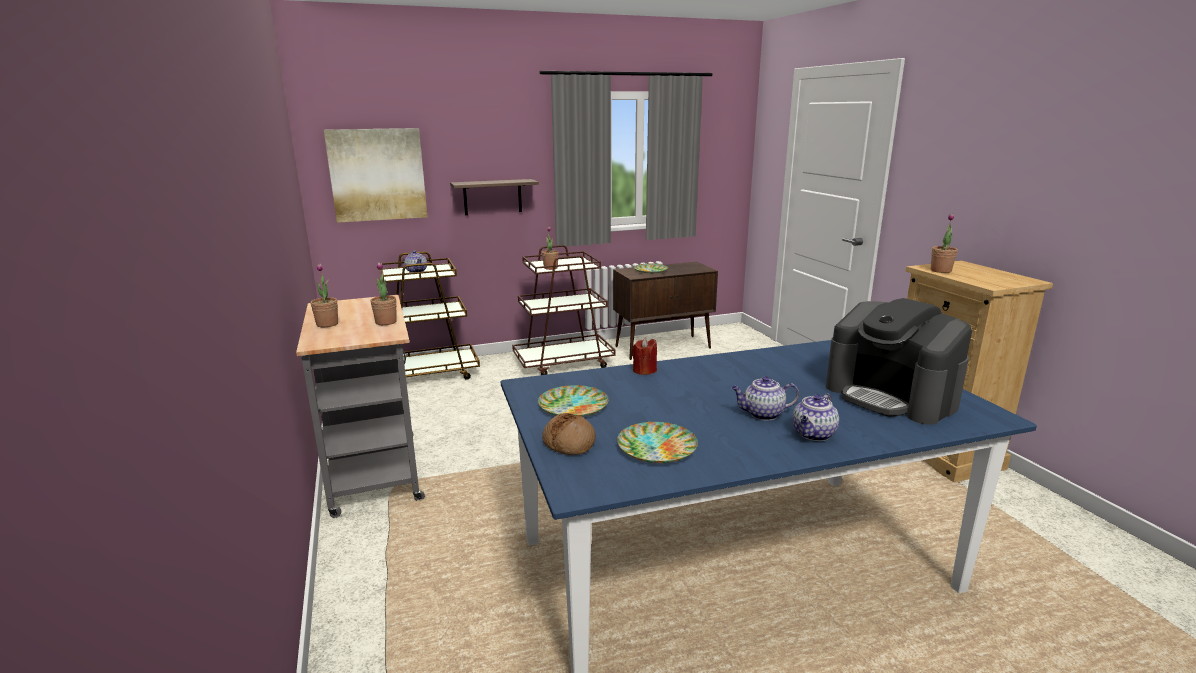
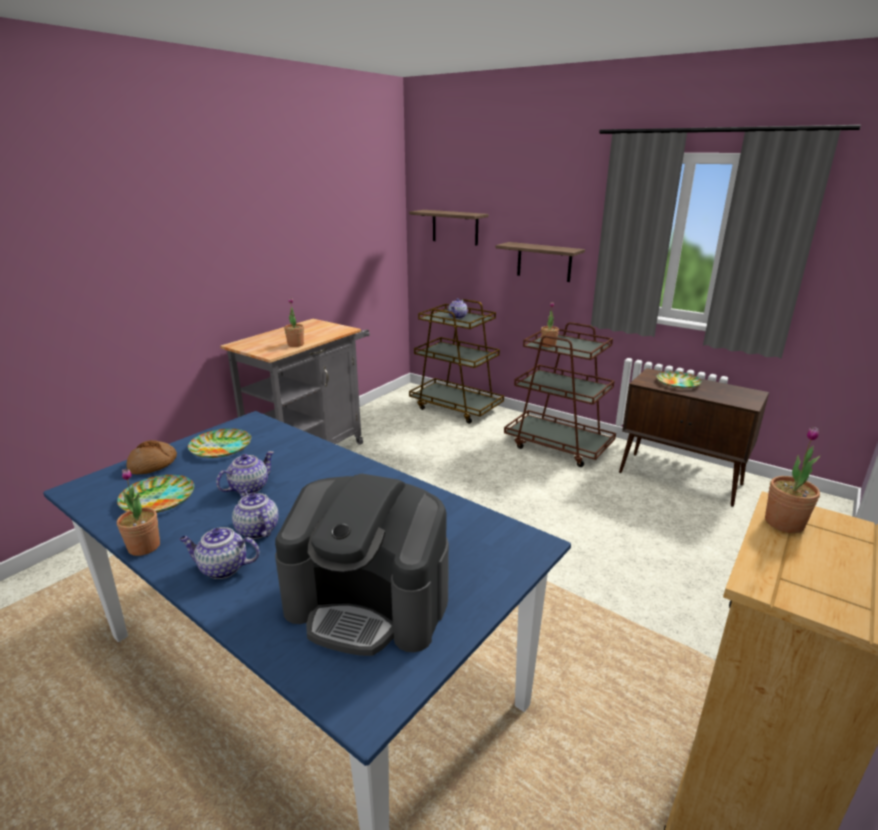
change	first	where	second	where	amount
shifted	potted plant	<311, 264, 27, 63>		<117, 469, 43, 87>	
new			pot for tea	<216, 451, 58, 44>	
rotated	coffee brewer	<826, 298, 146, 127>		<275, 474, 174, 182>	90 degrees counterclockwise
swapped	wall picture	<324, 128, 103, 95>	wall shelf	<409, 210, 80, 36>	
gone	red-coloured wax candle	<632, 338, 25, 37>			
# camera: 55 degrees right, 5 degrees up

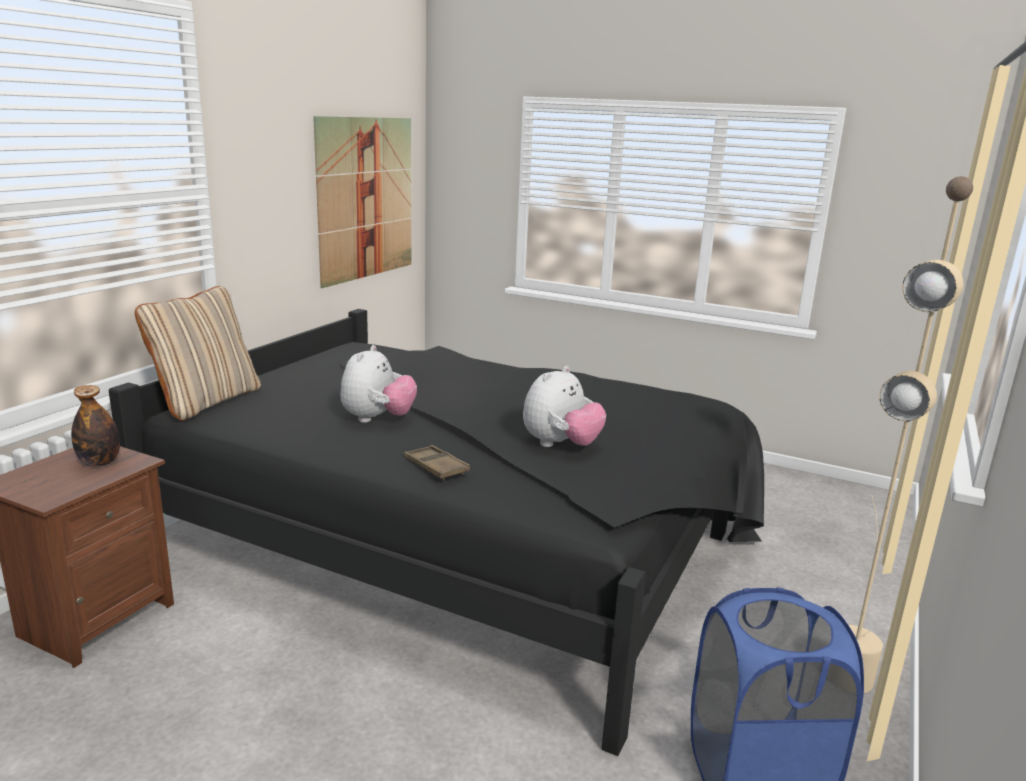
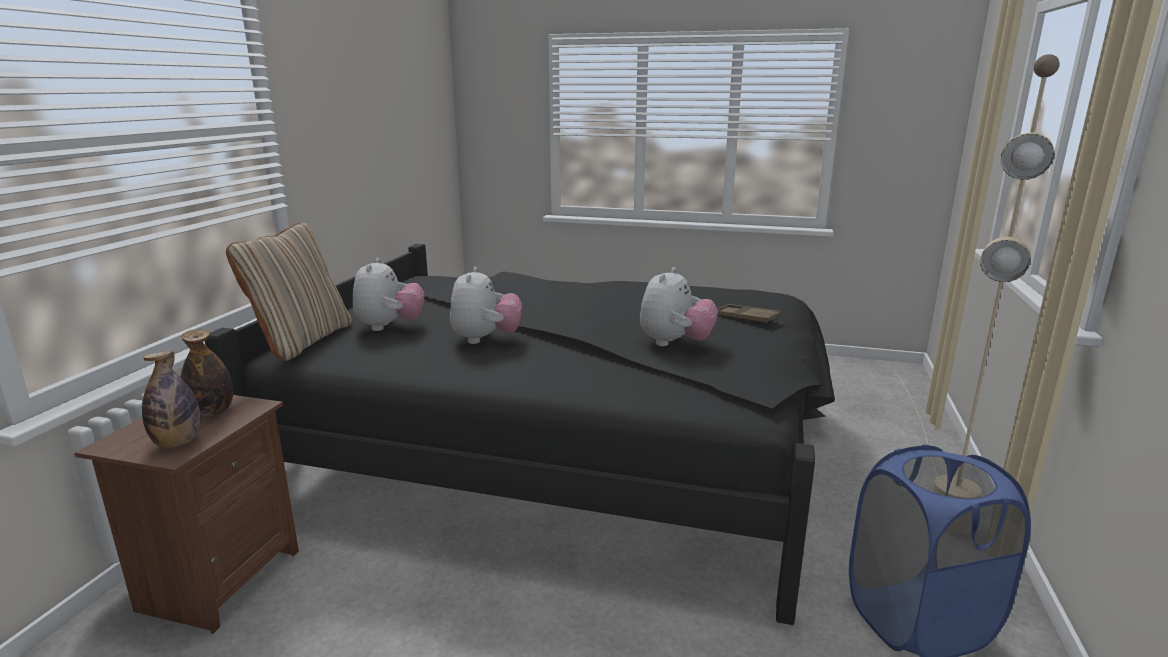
change	first	where	second	where	amount
new			beverage bottle	<142, 351, 58, 97>	
new			cuddly toy	<353, 258, 71, 73>	
shifted	brown-coloured tray	<404, 445, 66, 35>		<717, 304, 64, 20>	
gone	wall picture	<313, 116, 99, 172>			
# camera: 10 degrees left, 0 degrees up

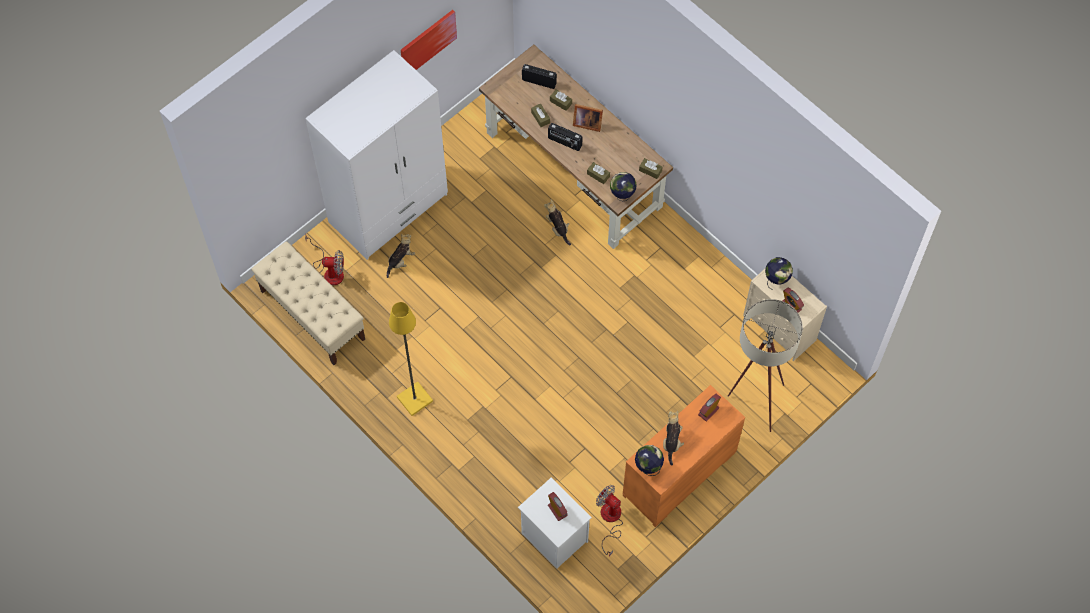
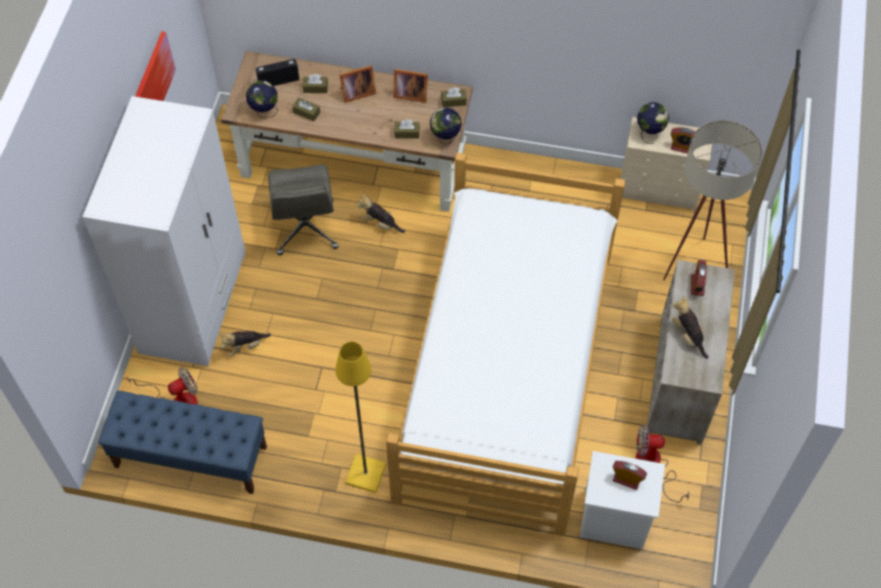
change	first	where	second	where	amount
repainted	beige-coloured long seat	<251, 241, 114, 124>	bluish long seat	<98, 391, 169, 103>	
rotated	cuddly toy	<387, 234, 28, 44>		<220, 330, 51, 27>	120 degrees counterclockwise
shifted	world globe	<635, 445, 29, 31>		<246, 81, 32, 37>	
new			gray computer chair	<268, 164, 71, 91>	
new			bedroom bed	<386, 153, 240, 383>	
new			picture frame	<393, 69, 35, 34>	
repainted	orange drawer chest	<623, 385, 122, 142>	beige-coloured drawer chest	<646, 260, 89, 185>	
gone	radio	<548, 123, 35, 28>			
# camera: 35 degrees left, 5 degrees down

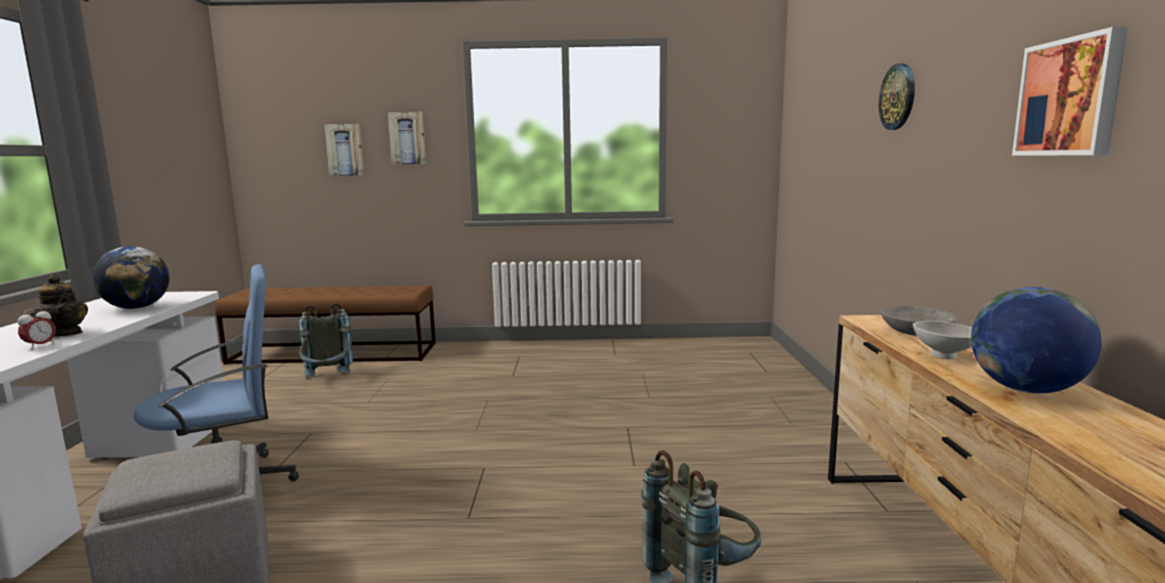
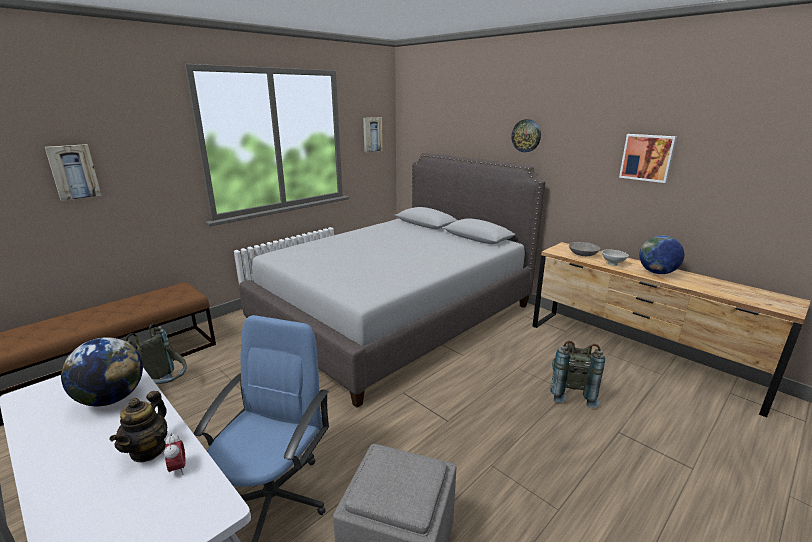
change	first	where	second	where	amount
rotated	pot for tea	<30, 275, 58, 62>		<110, 391, 57, 71>	105 degrees clockwise
new			gray bedroom bed	<239, 153, 307, 255>	
shifted	wall picture	<388, 112, 38, 52>		<363, 117, 20, 35>	
# camera: 45 degrees left, 10 degrees up

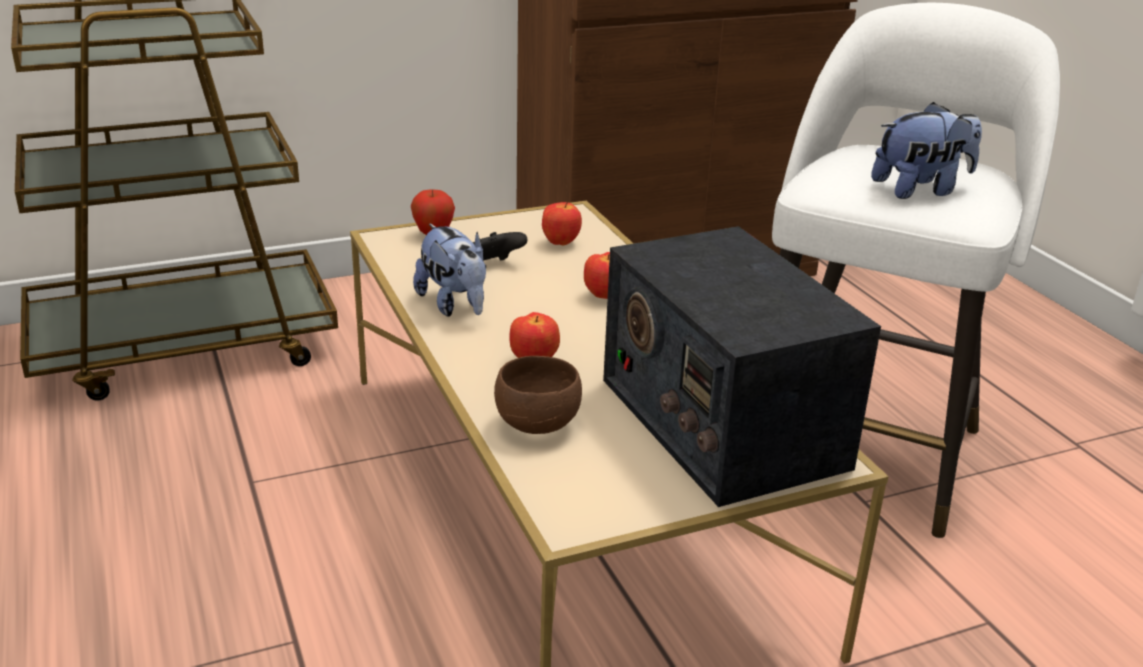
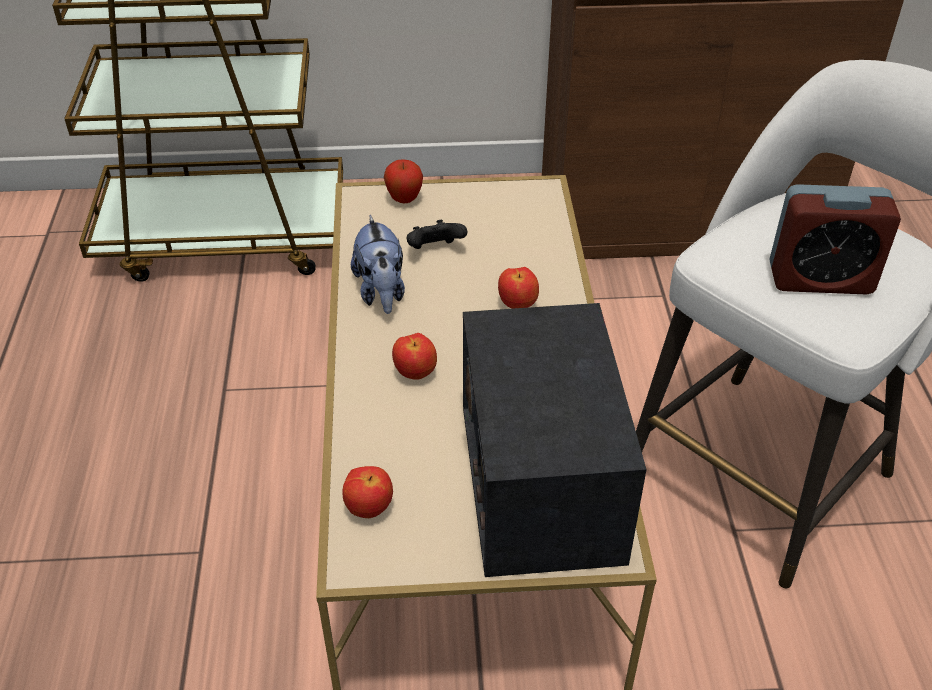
change	first	where	second	where	amount
shifted	apple fruit	<542, 202, 40, 43>		<342, 466, 51, 52>	
swapped	cuddly toy	<871, 102, 111, 97>	alarm clock	<769, 184, 132, 111>	
gone	brown-coloured bowl	<494, 356, 88, 78>			
# camera: 20 degrees right, 15 degrees up

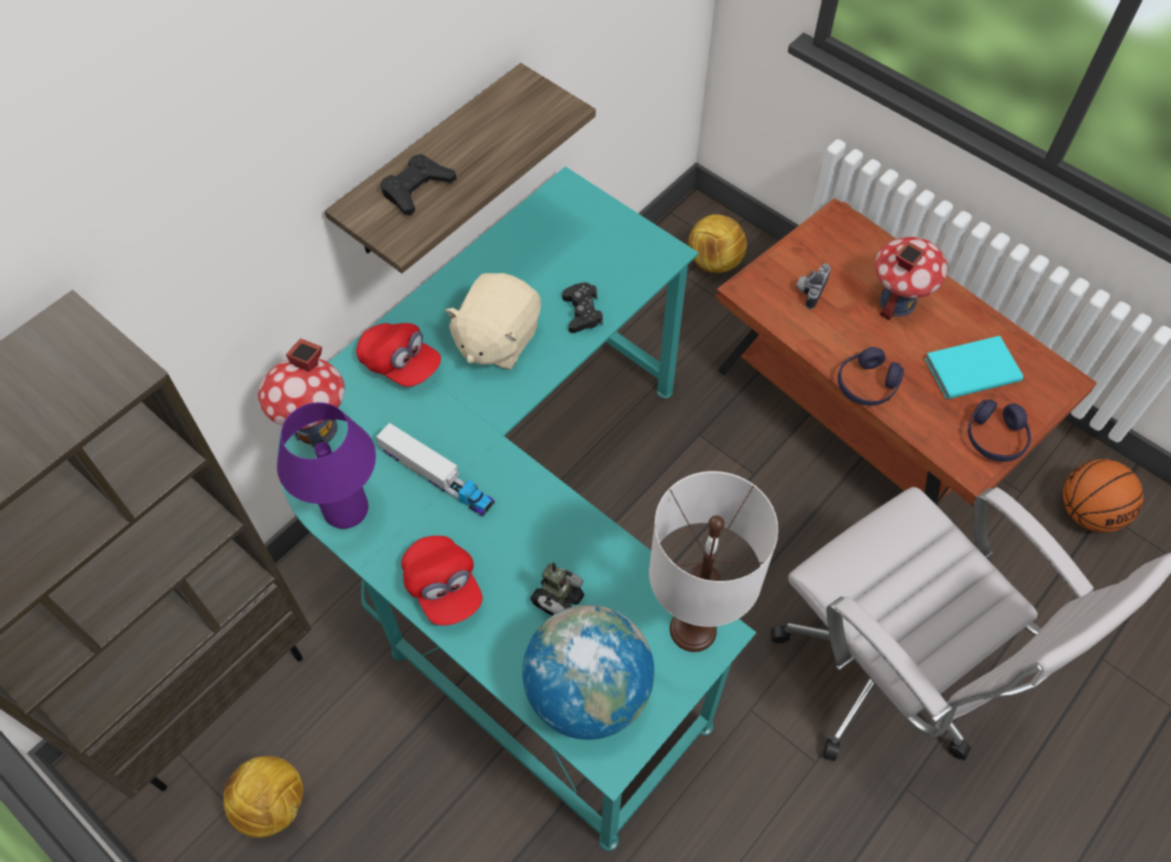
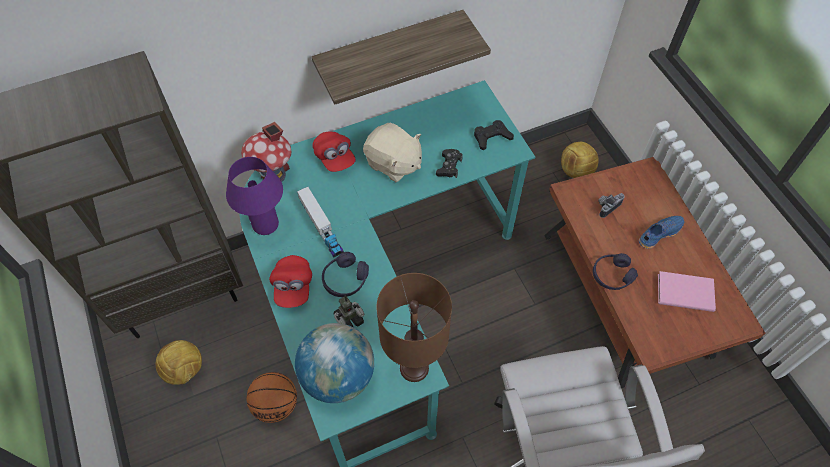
change	first	where	second	where	amount
shifted	ball for basketball	<1063, 459, 80, 73>		<246, 372, 51, 51>	
shifted	purple-coloured headset	<968, 399, 63, 63>		<322, 252, 47, 45>	
rotated	beige-coloured cuddly toy	<444, 273, 97, 96>		<363, 123, 59, 59>	105 degrees counterclockwise
repainted	white table lamp	<649, 471, 129, 181>	brown-coloured table lamp	<376, 273, 76, 109>	
shifted	blackish joypad	<380, 154, 77, 61>		<474, 120, 40, 30>	
swapped	toy house	<875, 237, 72, 83>	bluish low shoe	<639, 216, 45, 33>	
repainted	blue-green book	<925, 336, 98, 63>	pink book	<658, 271, 58, 41>	
# camera: 25 degrees right, 0 degrees up

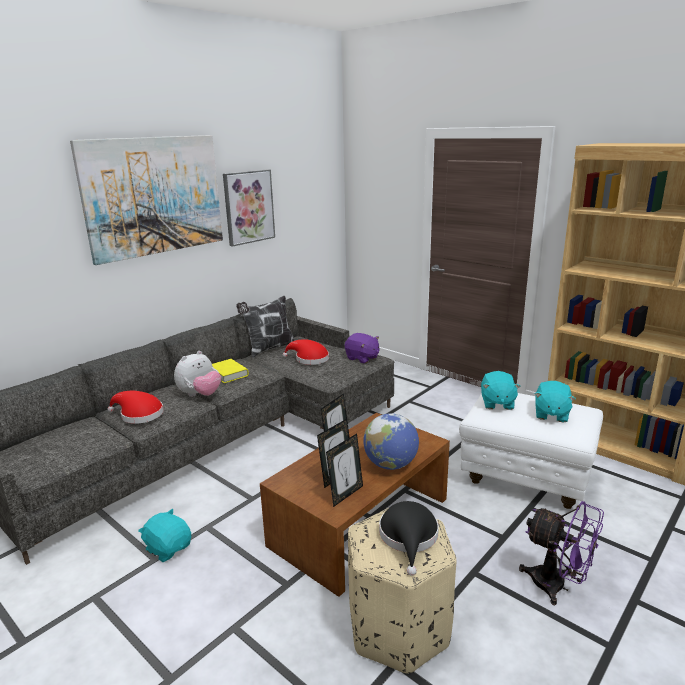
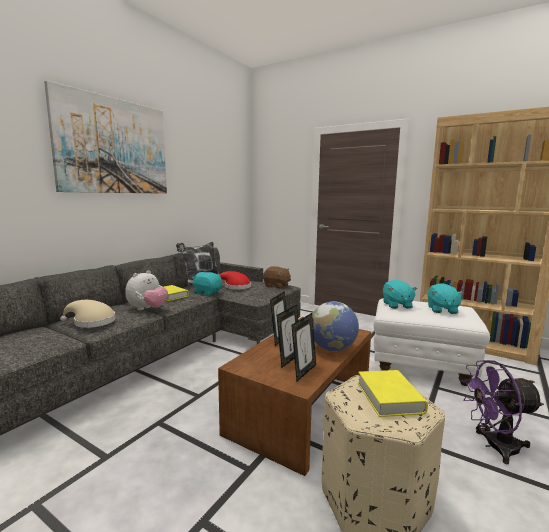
change	first	where	second	where	amount
repainted	red-coloured hat	<108, 391, 56, 33>	beige-coloured hat	<60, 300, 56, 28>	
shifted	blue-green cuddly toy	<138, 508, 53, 54>		<192, 272, 30, 24>	
repainted	purple-coloured cuddly toy	<345, 333, 34, 31>	brown-coloured cuddly toy	<263, 266, 28, 23>	
swapped	blackish hat	<379, 501, 60, 75>	yellow book	<358, 370, 70, 47>	
rotated	purple-coloured cooling fan	<519, 501, 85, 104>		<461, 360, 83, 104>	150 degrees clockwise
gone	wall picture	<223, 169, 52, 78>			
# camera: 10 degrees left, 10 degrees down

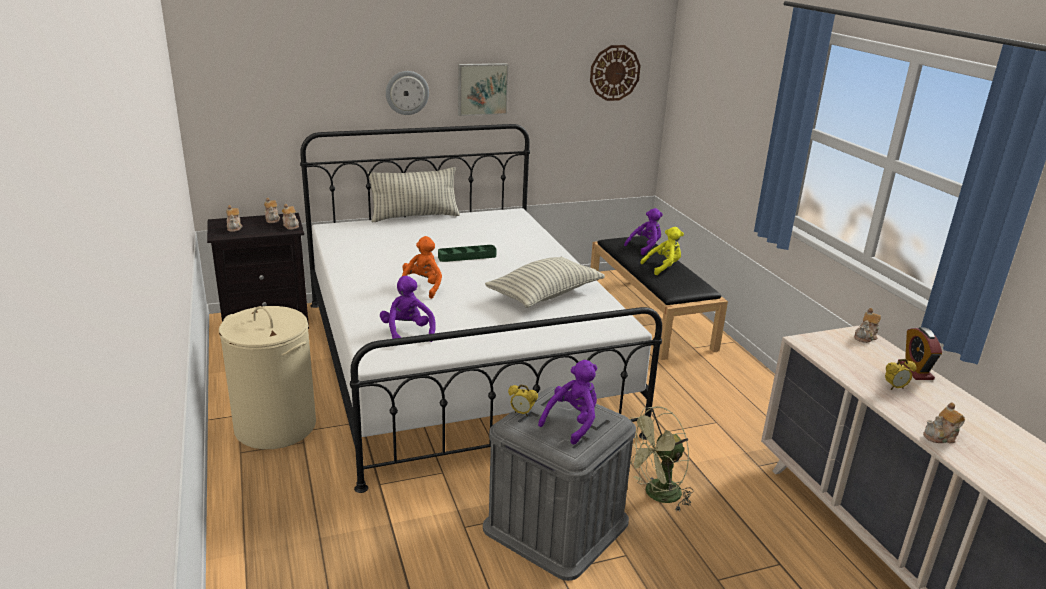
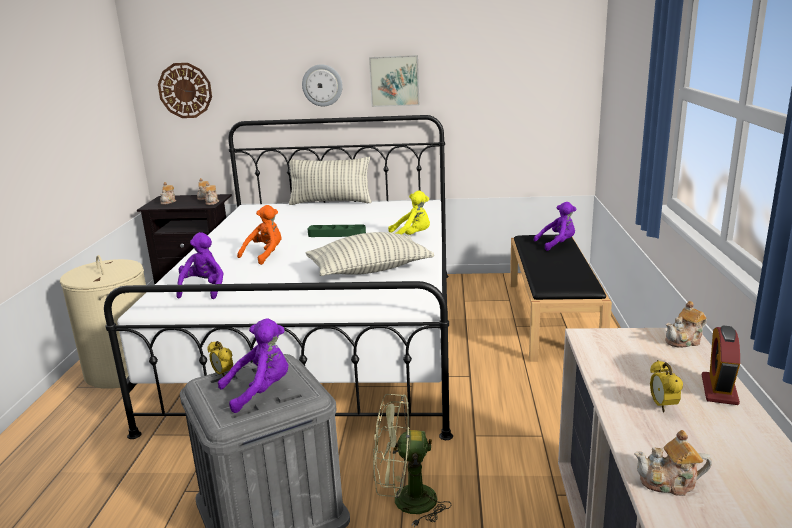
change	first	where	second	where	amount
shifted	wall clock	<590, 45, 51, 56>		<158, 63, 54, 55>	
shifted	yellow cuddly toy	<640, 227, 44, 48>		<388, 191, 42, 44>	
rotated	alarm clock	<885, 359, 31, 31>		<650, 360, 33, 52>	75 degrees clockwise
# camera: 25 degrees right, 5 degrees down

